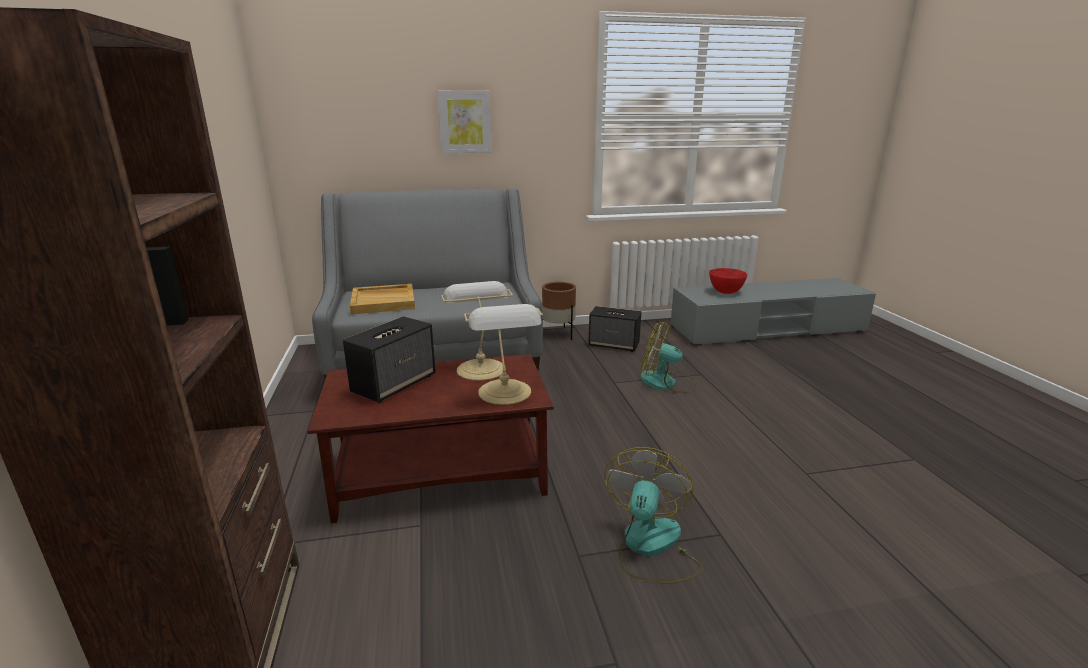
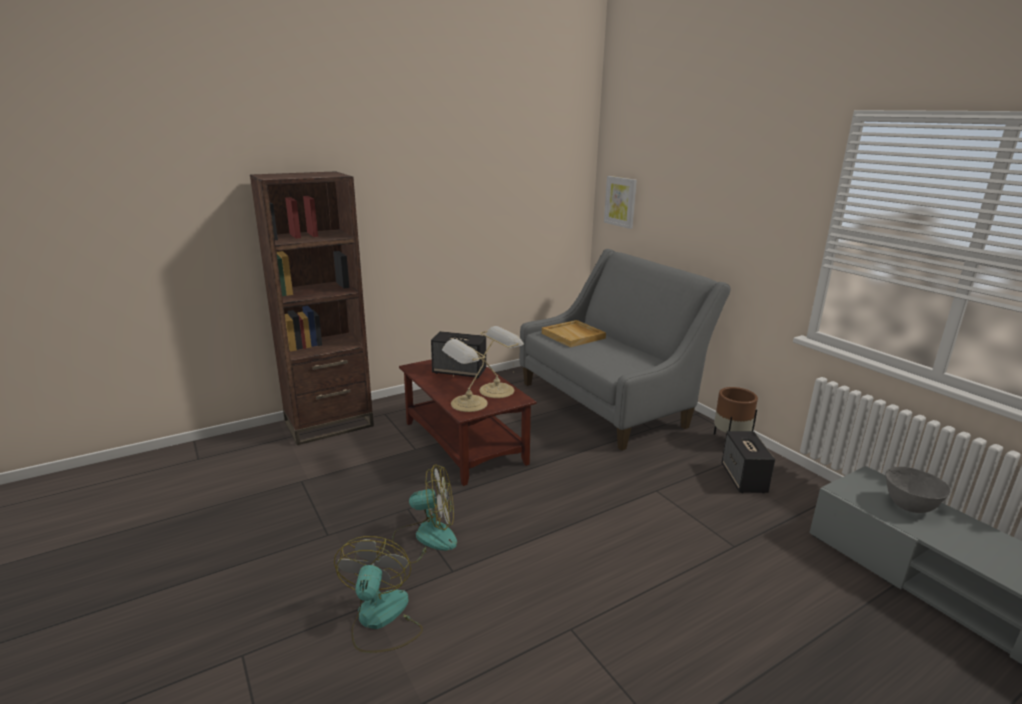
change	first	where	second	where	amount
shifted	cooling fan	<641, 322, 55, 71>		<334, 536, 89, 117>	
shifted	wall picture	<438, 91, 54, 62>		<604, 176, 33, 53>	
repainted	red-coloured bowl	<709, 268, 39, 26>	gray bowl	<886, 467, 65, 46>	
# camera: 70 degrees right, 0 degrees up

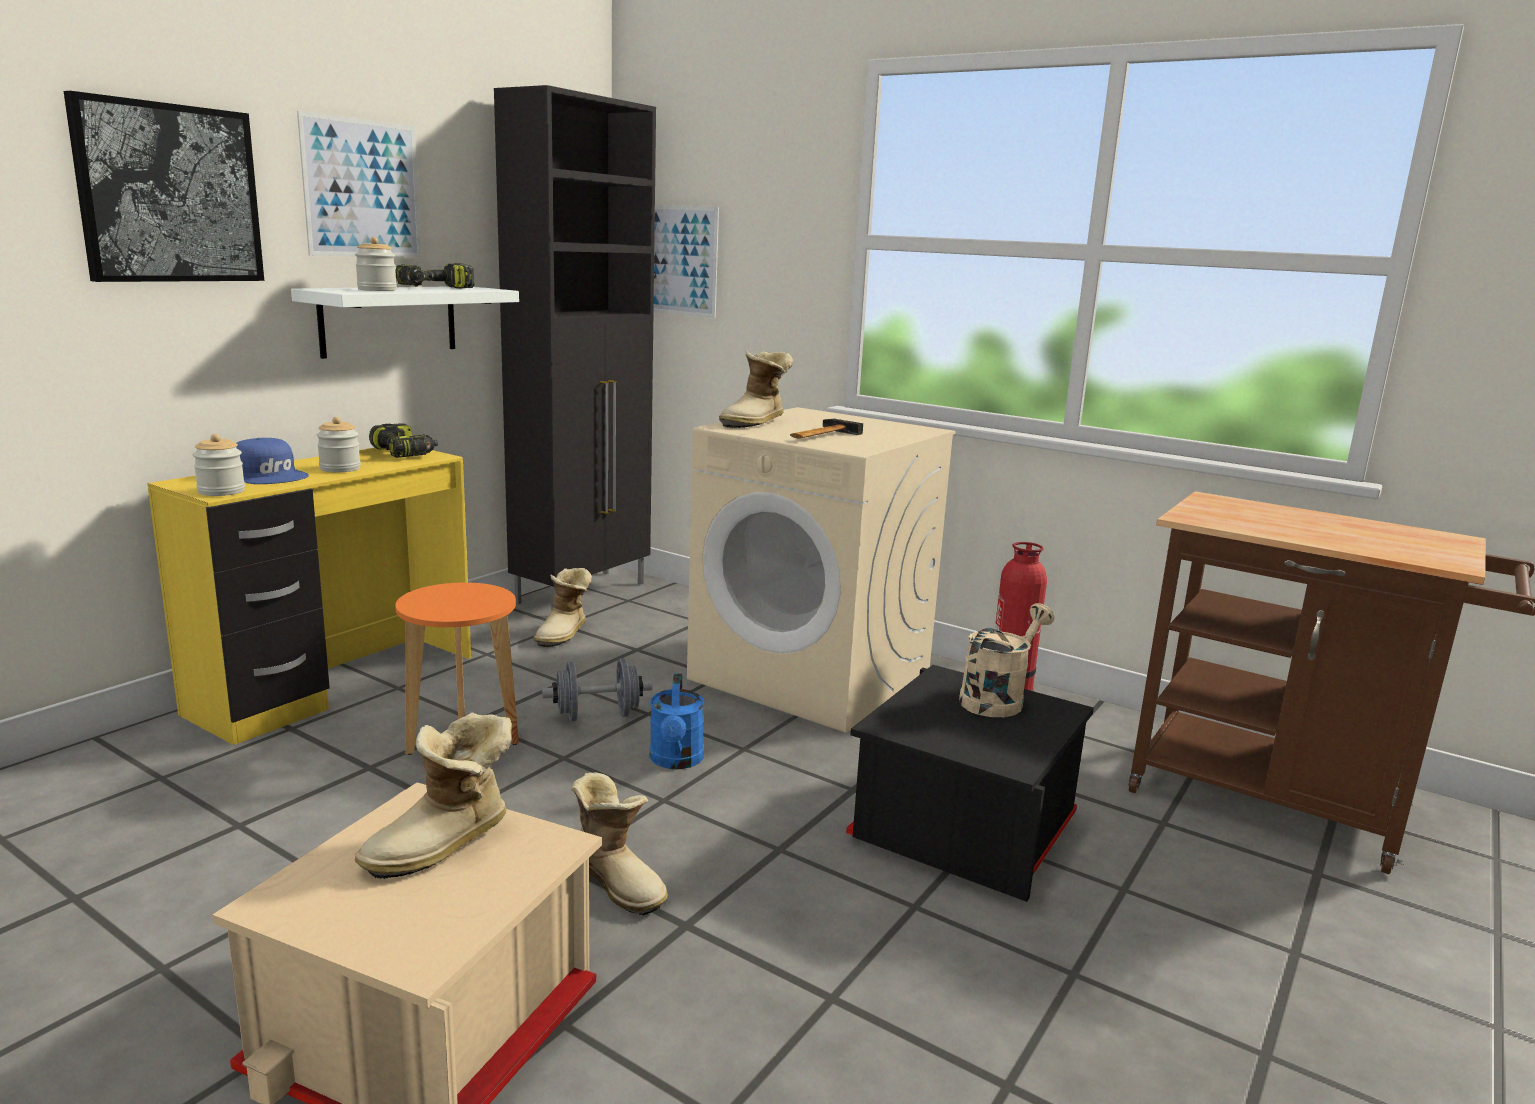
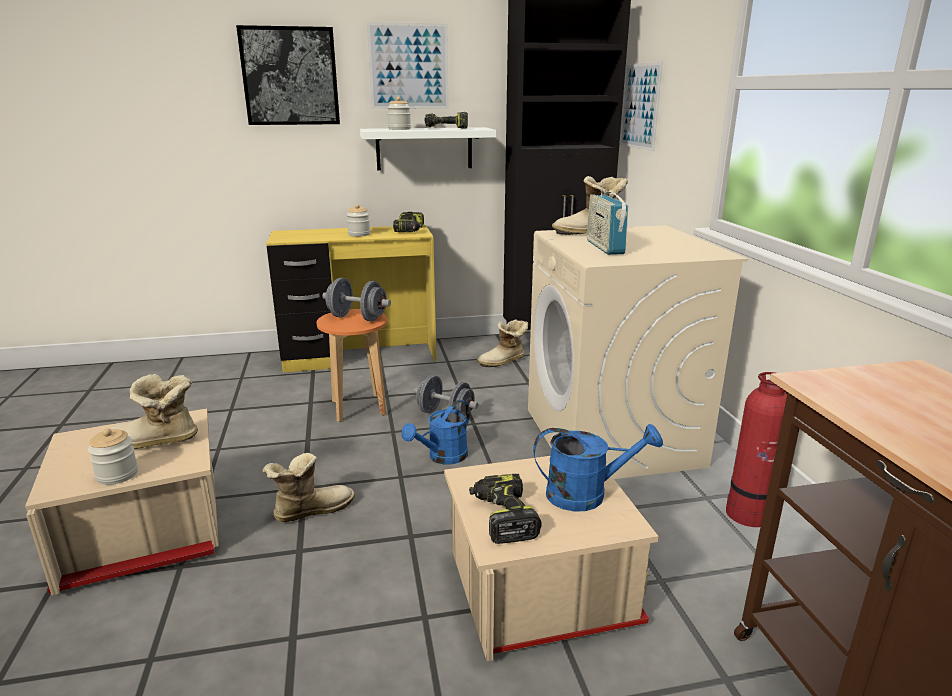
change	first	where	second	where	amount
shifted	preserve jar	<193, 434, 52, 62>		<88, 428, 50, 57>	
rotated	boot	<571, 772, 97, 143>		<262, 453, 93, 69>	120 degrees counterclockwise
new			gray free weight	<322, 278, 69, 43>	
repainted	blackish storage bin	<846, 665, 248, 237>	beige-coloured storage bin	<444, 456, 215, 205>	
new			drill	<469, 474, 73, 70>	
repainted	beige-coloured watering can	<959, 603, 96, 114>	bluish watering can	<533, 424, 130, 88>	
swapped	hand hammer	<790, 419, 73, 20>	radio	<587, 184, 41, 71>	
gone	bluish peaked cap	<236, 438, 73, 46>			
# camera: 45 degrees right, 5 degrees up

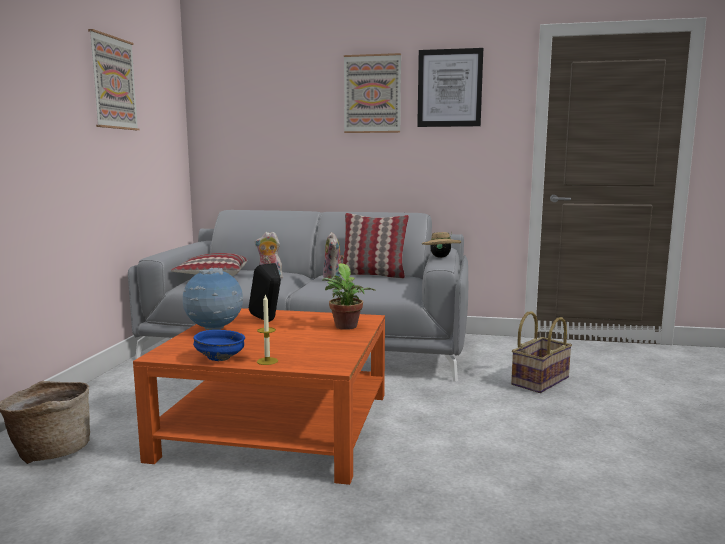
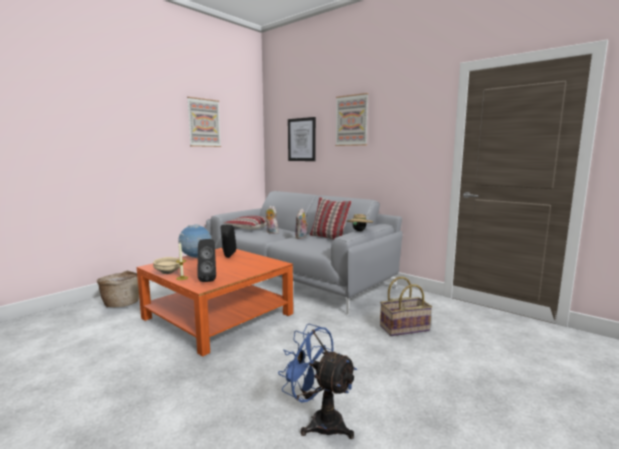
change	first	where	second	where	amount
repainted	bluish bowl	<193, 330, 52, 31>	beige-coloured bowl	<153, 257, 27, 17>	
new			blackish speaker	<198, 239, 18, 43>	
new			bluish cooling fan	<278, 323, 79, 116>	
shifted	wall picture	<417, 48, 66, 79>		<288, 117, 28, 44>	
gone	potted plant	<322, 263, 53, 67>			
# camera: 30 degrees right, 0 degrees up

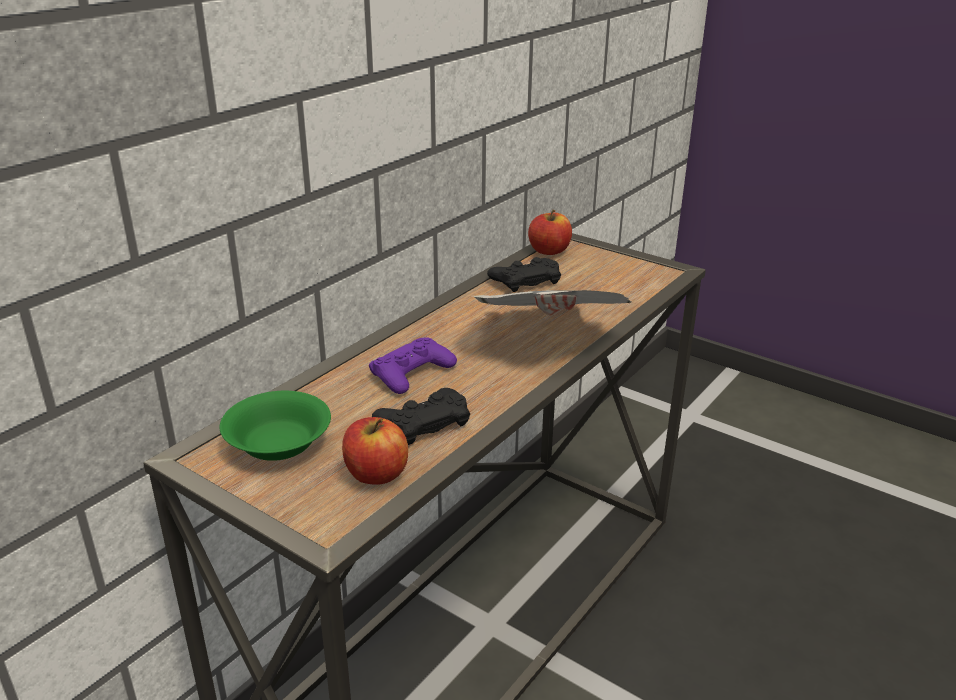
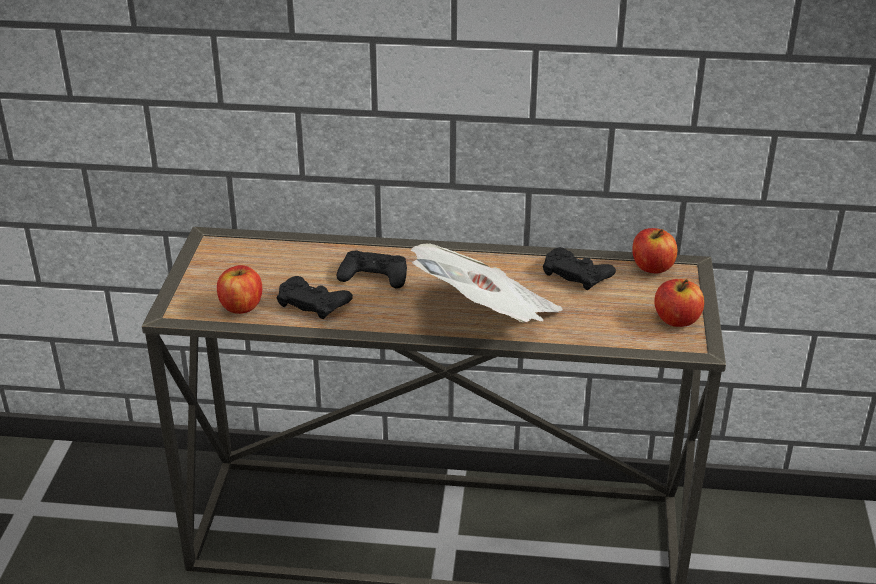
change	first	where	second	where	amount
repainted	purple-coloured joypad	<369, 338, 88, 56>	blackish joypad	<336, 250, 71, 39>	
new			apple fruit	<655, 279, 49, 48>	
gone	green bowl	<220, 391, 111, 70>			
# camera: 60 degrees right, 5 degrees up

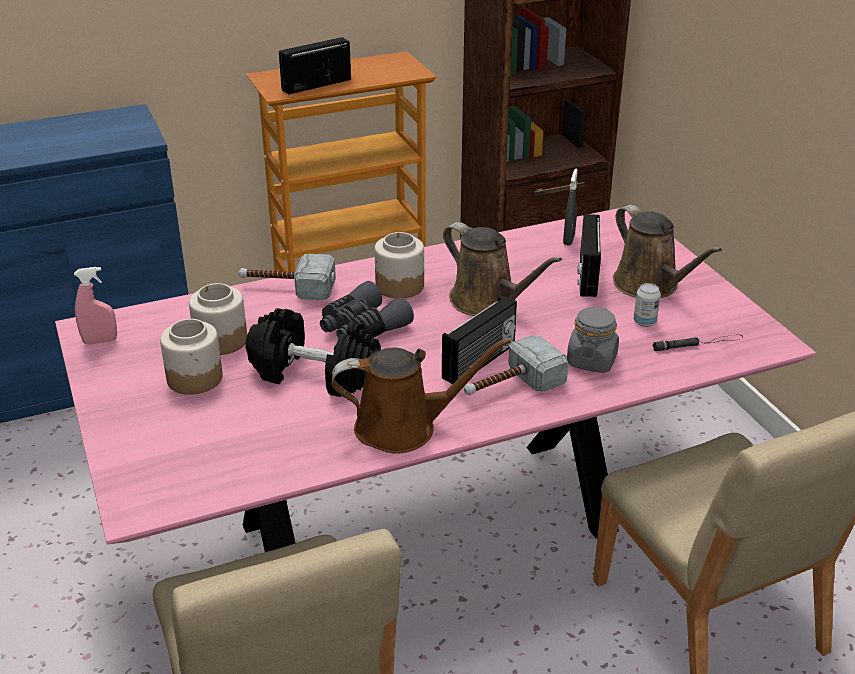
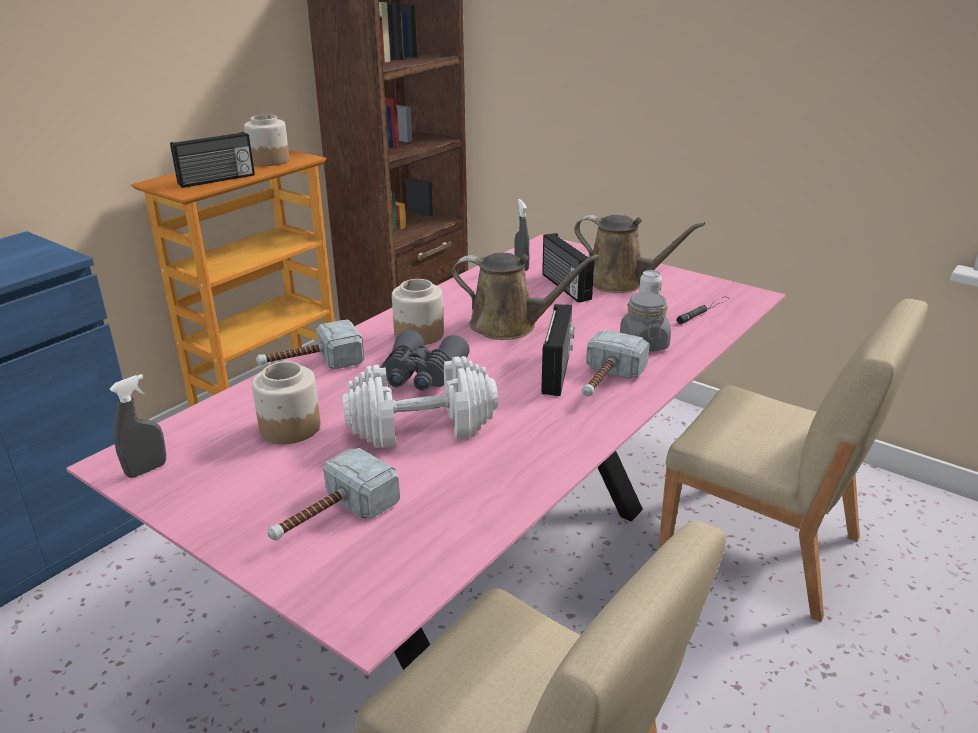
change	first	where	second	where	amount
repainted	pink sprayer	<74, 267, 43, 77>	gray sprayer	<110, 374, 56, 104>	
rotated	radio	<279, 37, 72, 57>		<170, 132, 85, 56>	150 degrees counterclockwise
shifted	preserve jar	<160, 319, 63, 76>		<244, 114, 45, 52>	
new			hand hammer	<267, 448, 133, 93>	
repainted	blackish free weight	<245, 308, 136, 89>	white free weight	<342, 356, 156, 92>	
gone	brown-coloured watering can	<331, 338, 180, 116>			
# camera: 30 degrees left, 5 degrees down

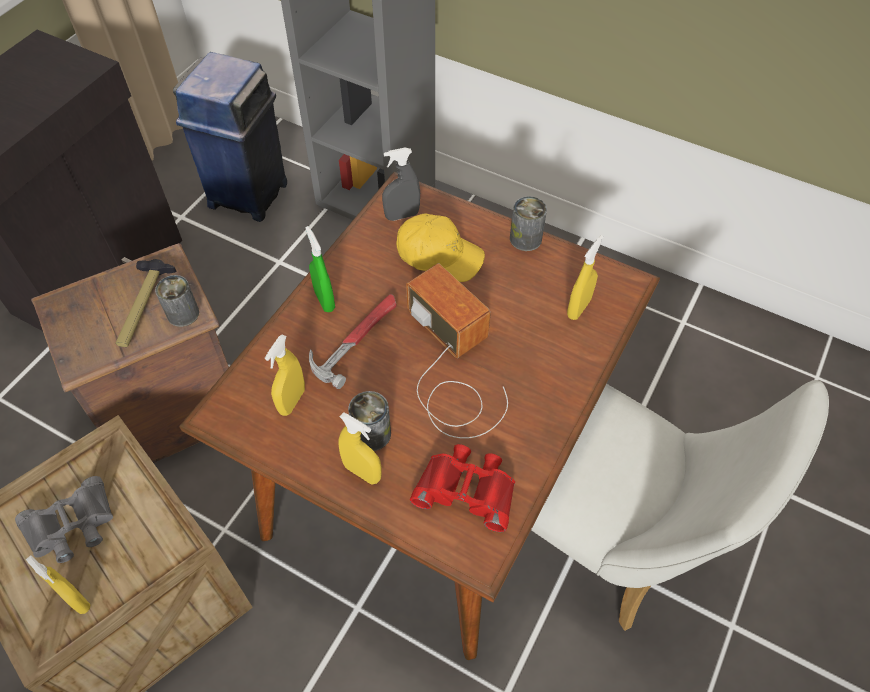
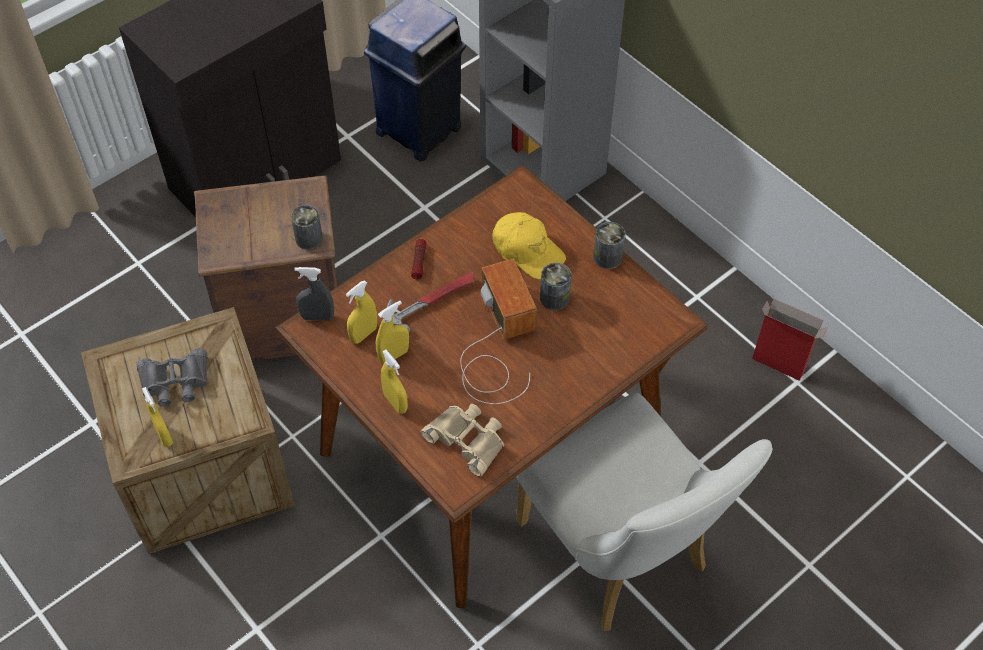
change	first	where	second	where	amount
shifted	gray sprayer	<382, 147, 38, 74>		<294, 267, 40, 54>	
shifted	yellow sprayer	<567, 235, 37, 85>		<376, 301, 33, 63>	
swapped	green sprayer	<306, 226, 29, 86>	hand torch	<411, 239, 15, 40>	
repainted	red-coloured pair of binoculars	<410, 444, 105, 88>	beige-coloured pair of binoculars	<421, 404, 83, 73>	
shifted	metal can	<348, 391, 43, 60>		<540, 263, 32, 47>	
new			packing box	<752, 299, 76, 82>	
gone	hand hammer	<116, 259, 61, 88>			
# camera: 20 degrees right, 0 degrees up

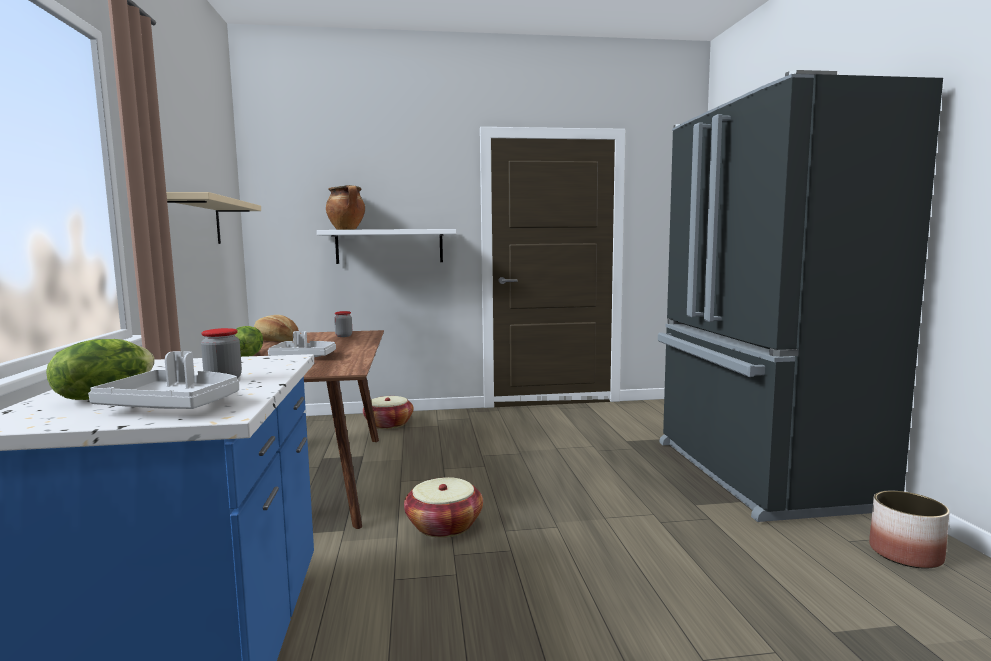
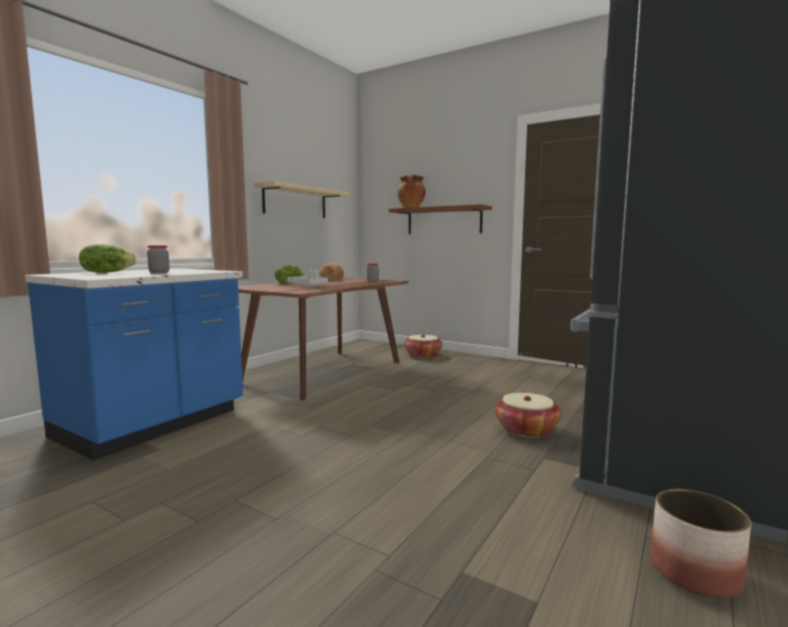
change	first	where	second	where	amount
repainted	white wall shelf	<317, 229, 139, 35>	brown-coloured wall shelf	<389, 204, 103, 30>	
shifted	basket	<404, 477, 79, 61>		<495, 393, 66, 45>	
gone	gray tray	<88, 351, 151, 58>			
# camera: 40 degrees right, 0 degrees up

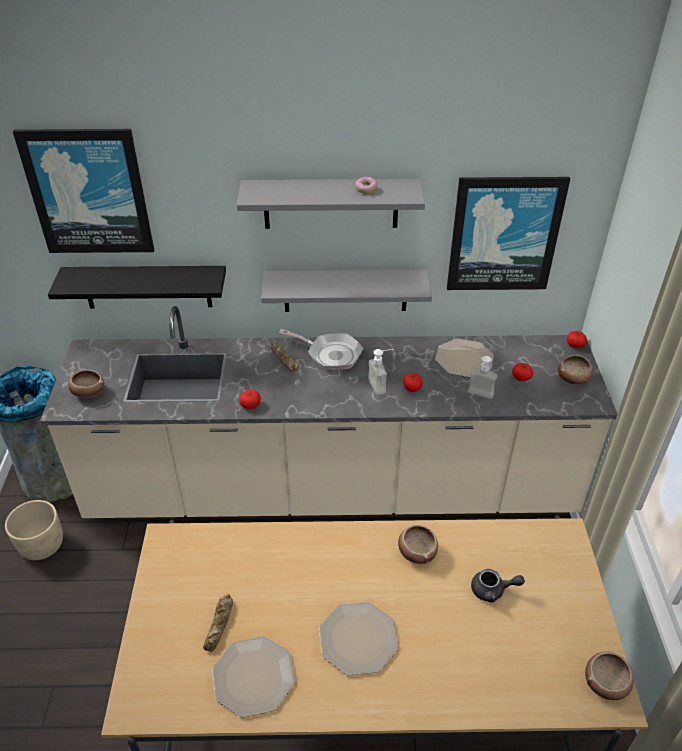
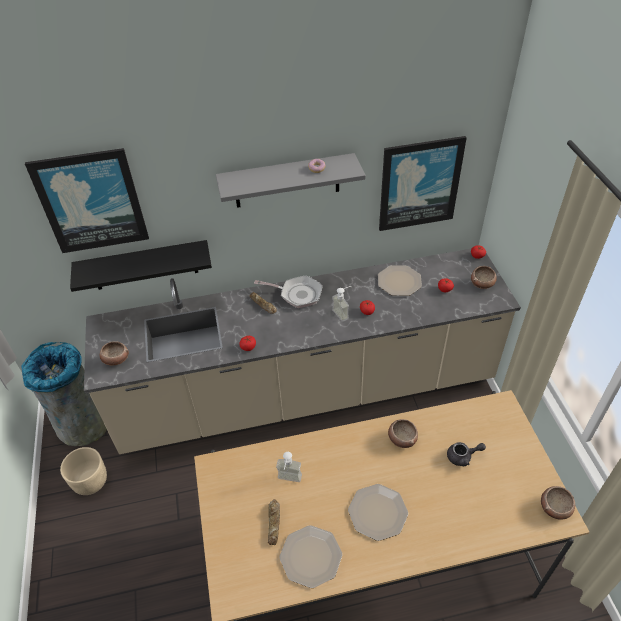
change	first	where	second	where	amount
shifted	soap dispenser	<468, 356, 30, 43>		<276, 452, 26, 30>	
gone	gray wall shelf	<261, 270, 171, 42>			
# camera: 10 degrees left, 5 degrees up

